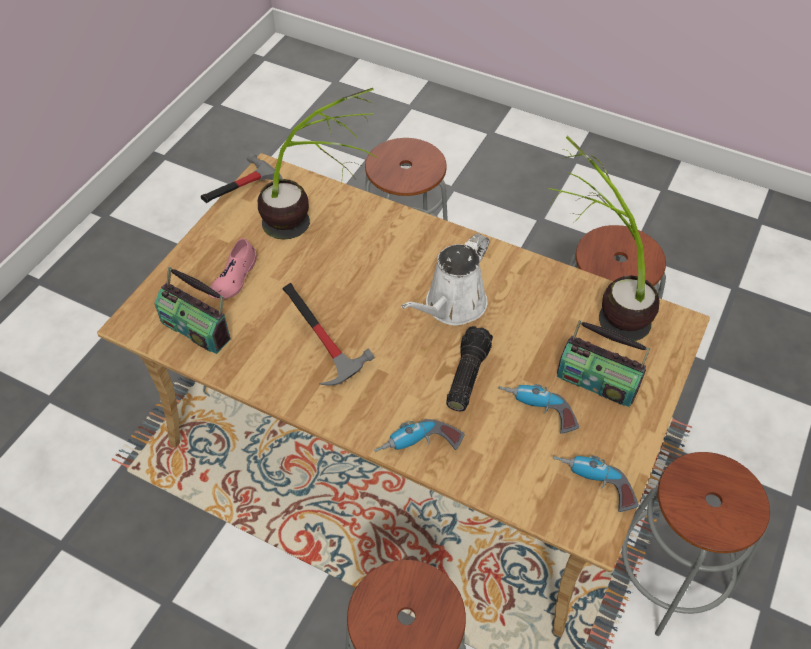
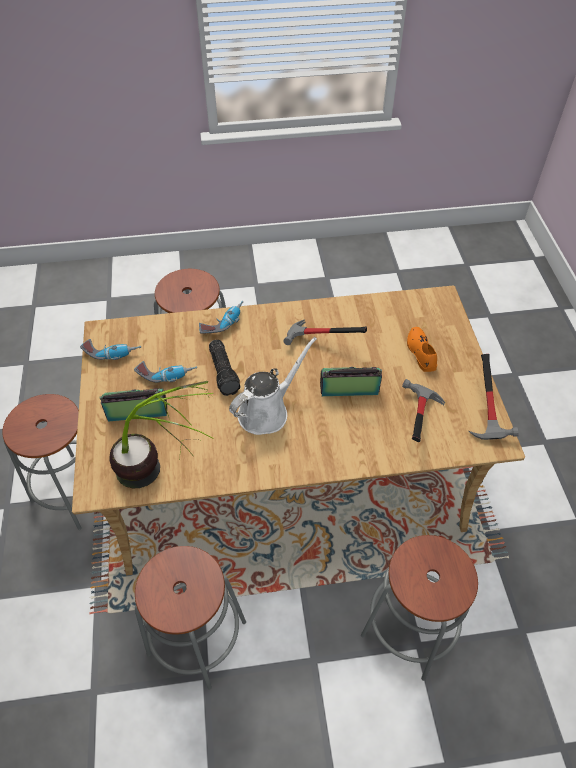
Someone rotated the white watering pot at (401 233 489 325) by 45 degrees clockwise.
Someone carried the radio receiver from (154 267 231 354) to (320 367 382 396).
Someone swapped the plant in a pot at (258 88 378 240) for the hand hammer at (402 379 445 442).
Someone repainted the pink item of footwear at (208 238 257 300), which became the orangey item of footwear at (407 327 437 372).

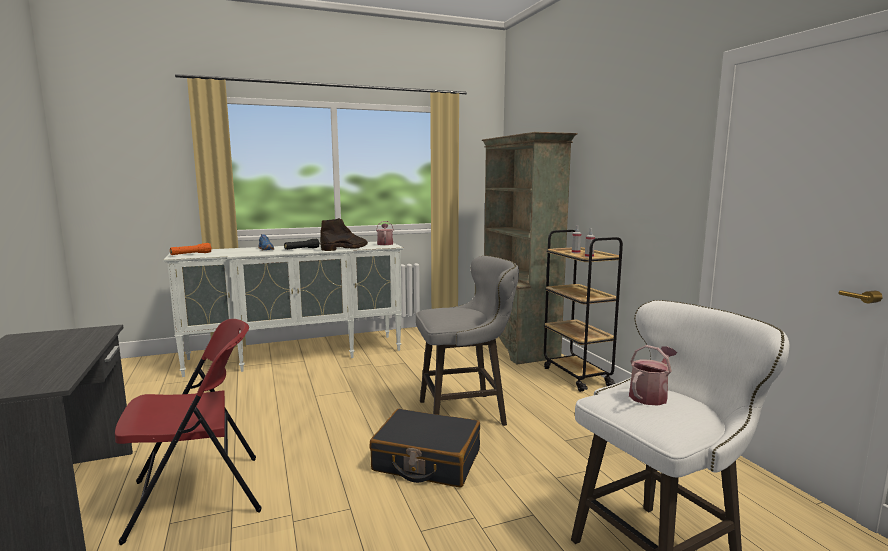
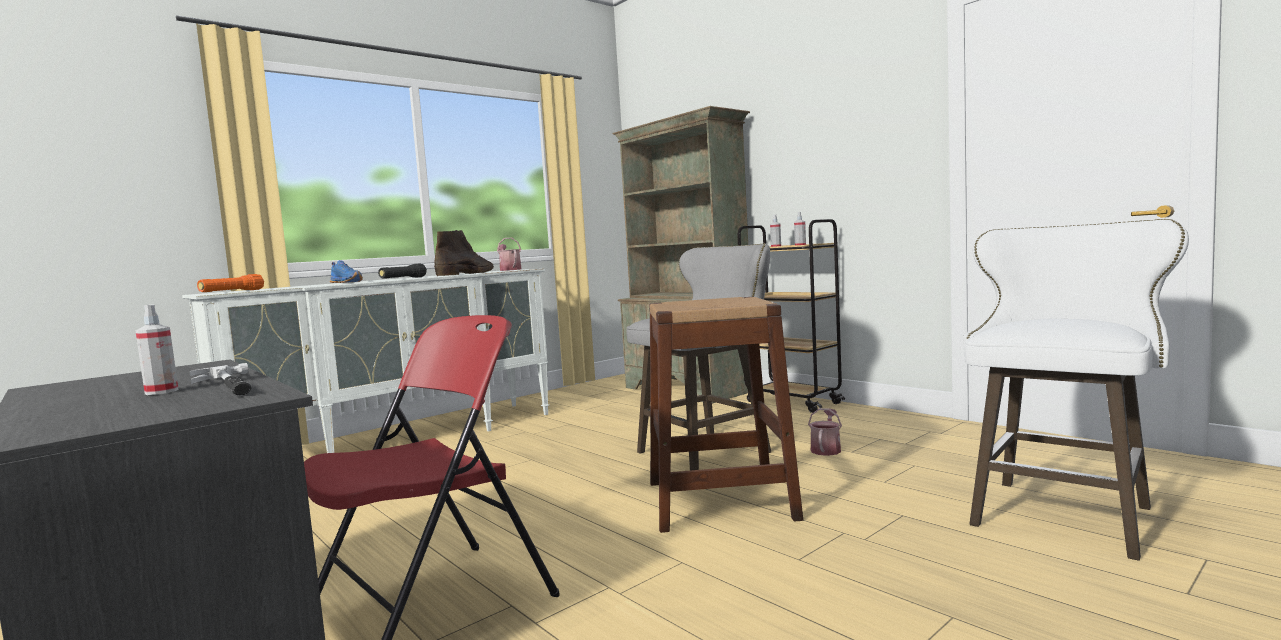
Someone put down the spray bottle at (135 304 179 395).
Someone put down the hand hammer at (190 363 251 395).
Someone swapped the blackish travel case at (369 409 480 487) for the brown-coloured sitting stool at (649 297 804 533).
Someone carried the watering pot from (629 345 677 406) to (808 408 842 456).

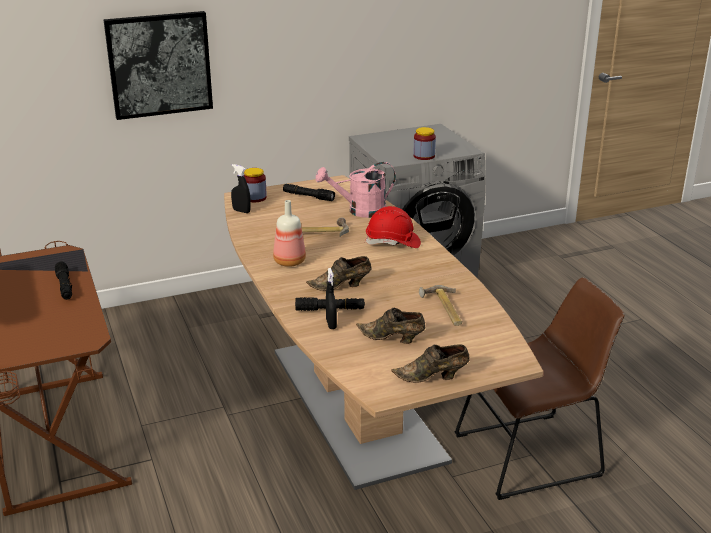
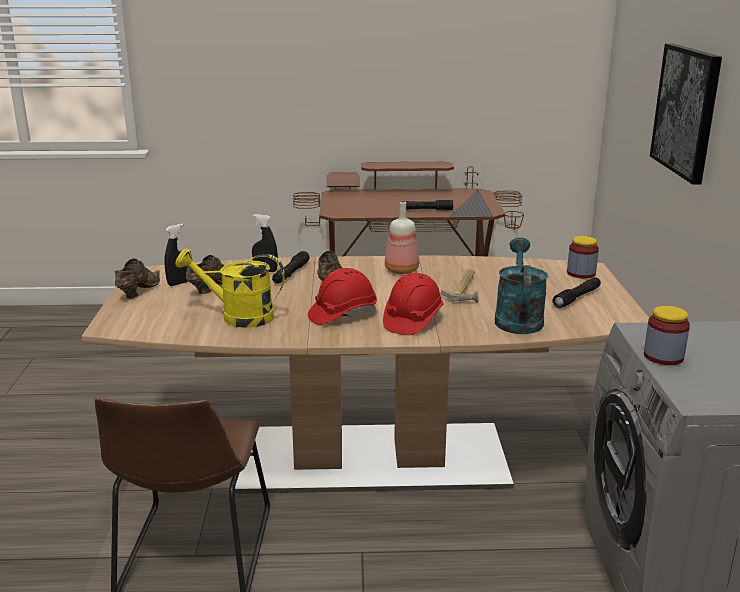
Someone carried the blackish spray bottle from (231 164 251 213) to (164 224 188 286).
Someone swapped the hand hammer at (419 285 462 326) for the yellow-coloured watering pot at (175 248 285 328).
Someone put down the reddish hard hat at (308 268 377 325).
Someone repainted the pink watering pot at (316 162 396 218), which became the turquoise watering pot at (495 237 548 334).

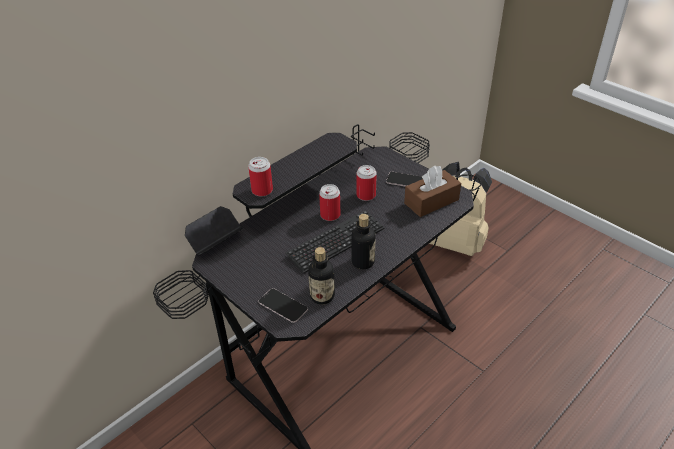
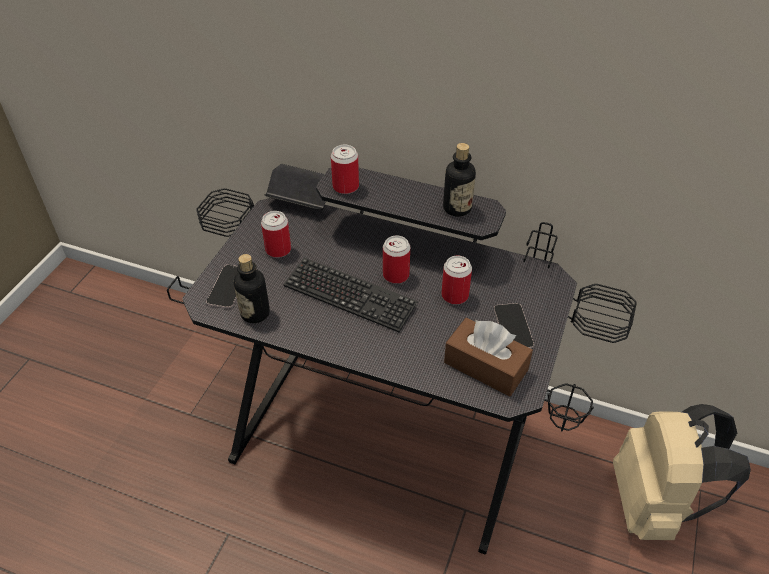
Someone put down the can at (261 211 291 258).
Someone carried the beverage bottle from (351 214 376 269) to (443 143 476 216).

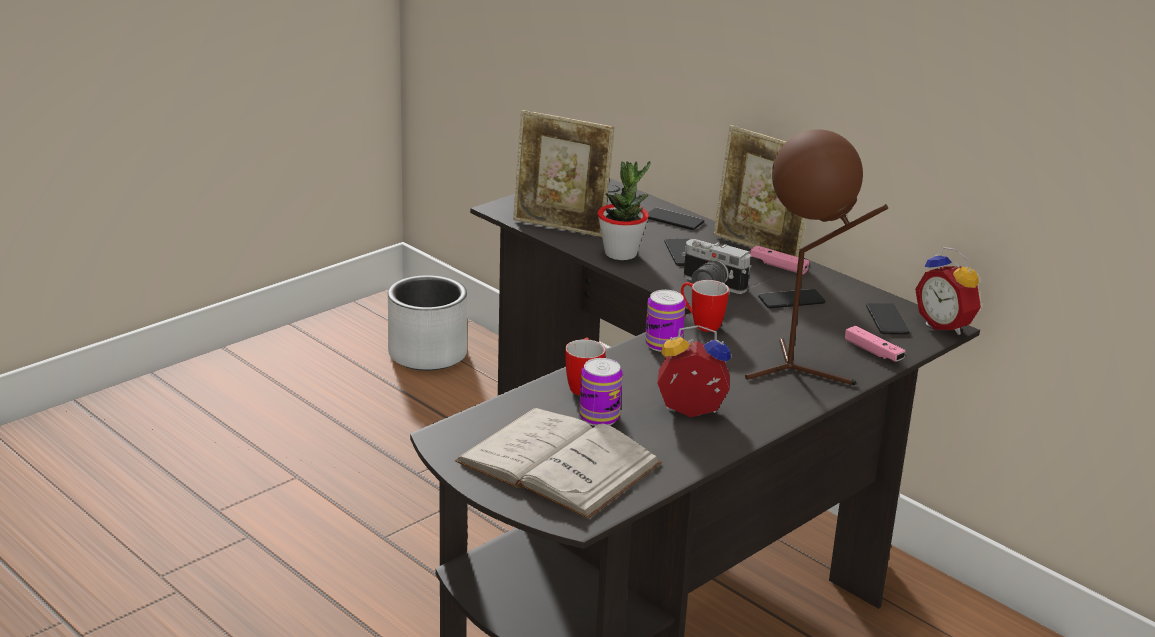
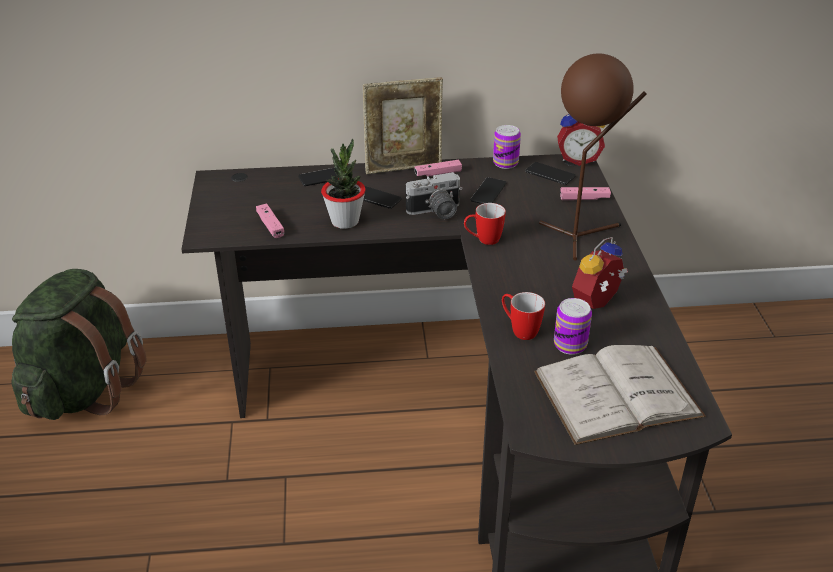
Someone swapped the grey planter at (388 275 467 371) for the green-coloured backpack at (12 269 147 420).
Someone swapped the standing frame at (513 110 614 237) for the pink joypad at (256 204 284 238).
Someone carried the can from (645 290 686 352) to (493 125 521 169).

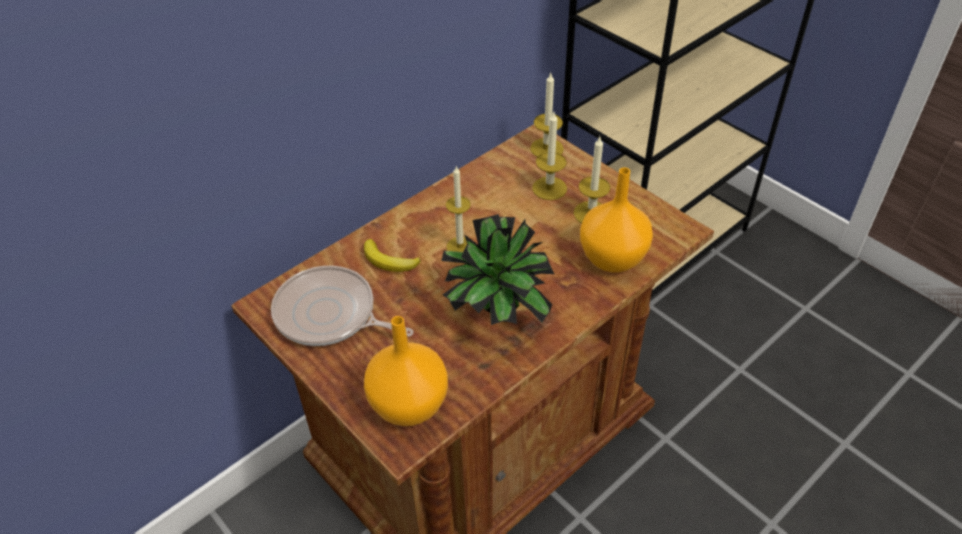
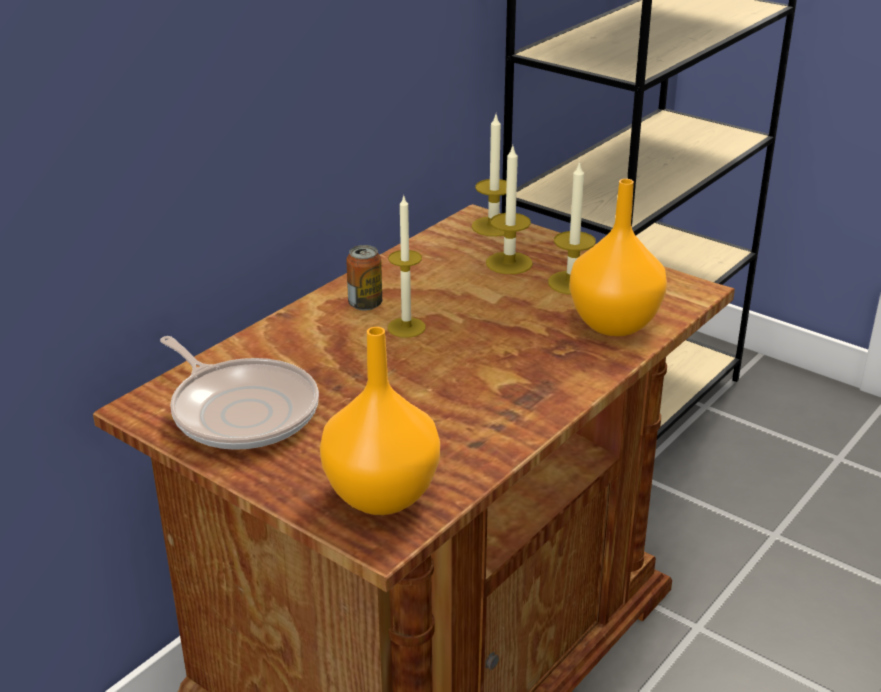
Someone rotated the frying pan at (271 266 414 346) by 150 degrees counterclockwise.
Someone put down the can at (346 245 382 311).
Someone took away the banana fruit at (364 239 421 272).
Someone took away the plant in a pot at (441 214 554 325).

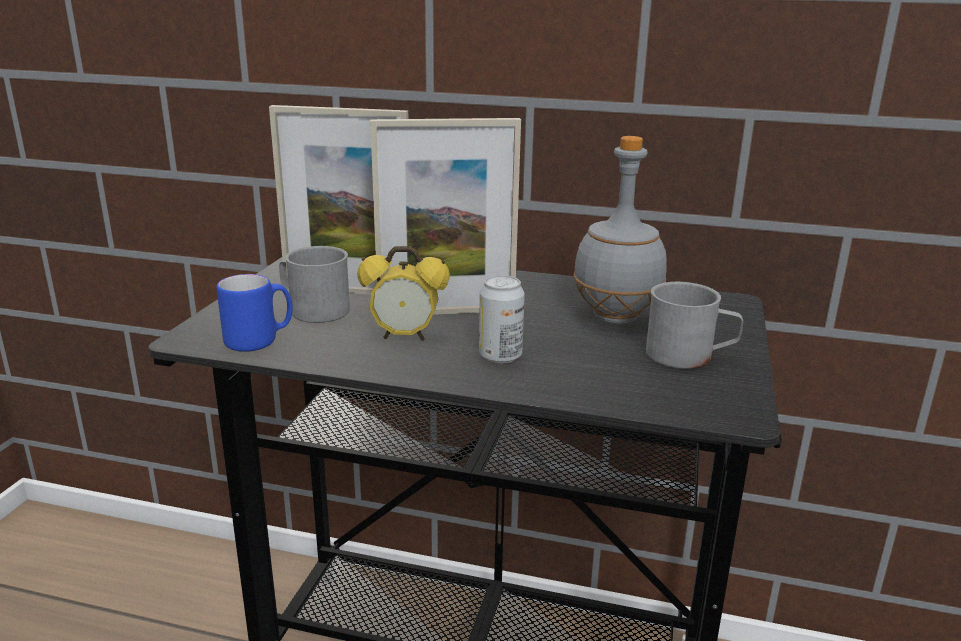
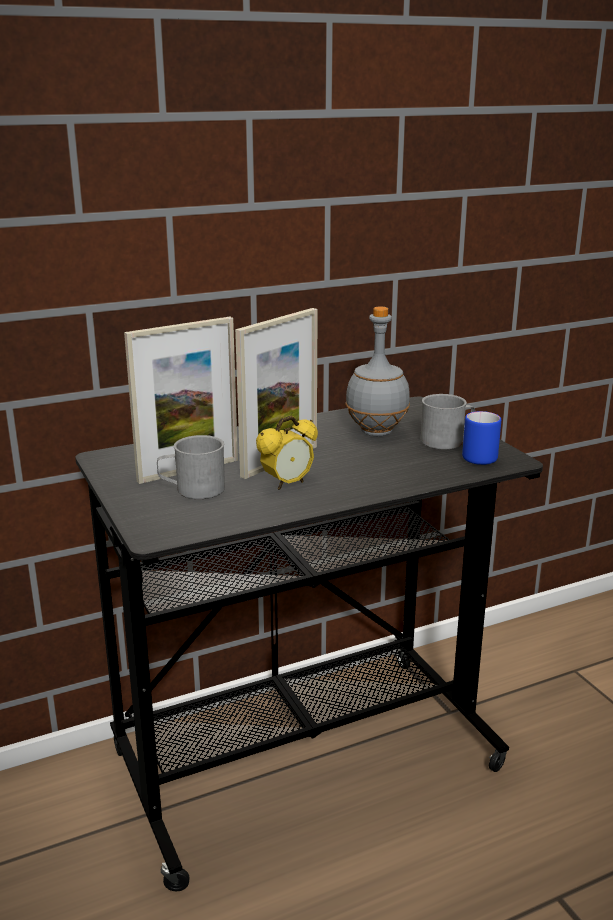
Someone carried the bluish mug from (217 274 293 352) to (462 411 501 465).
Someone took away the can at (479 275 525 364).

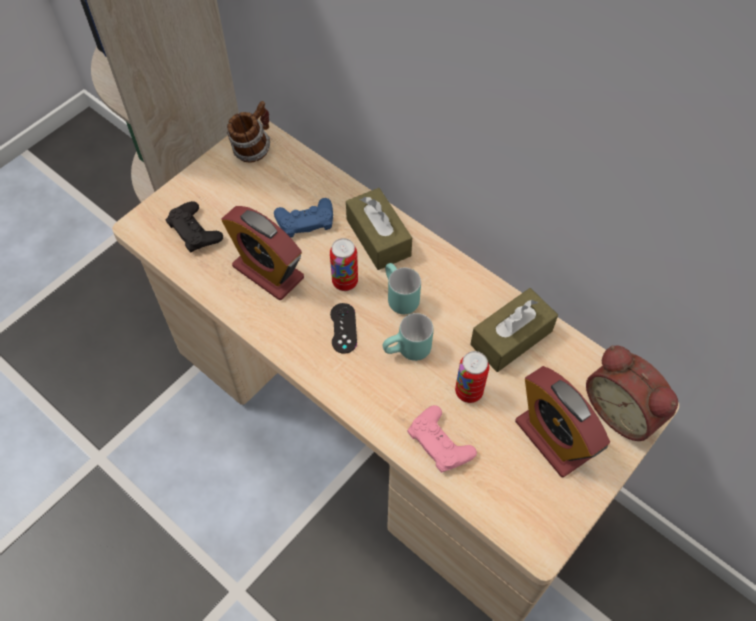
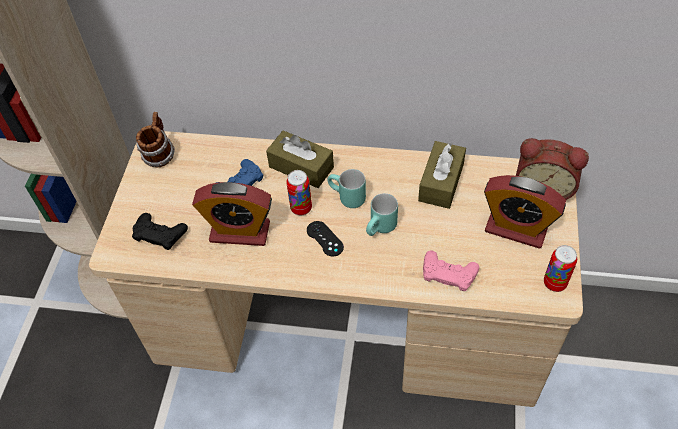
Someone carried the can from (455 351 489 403) to (544 245 577 292).

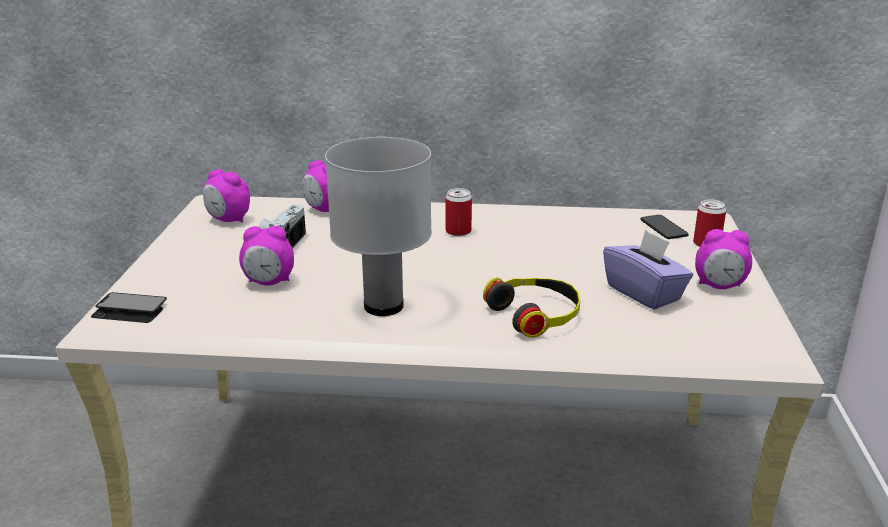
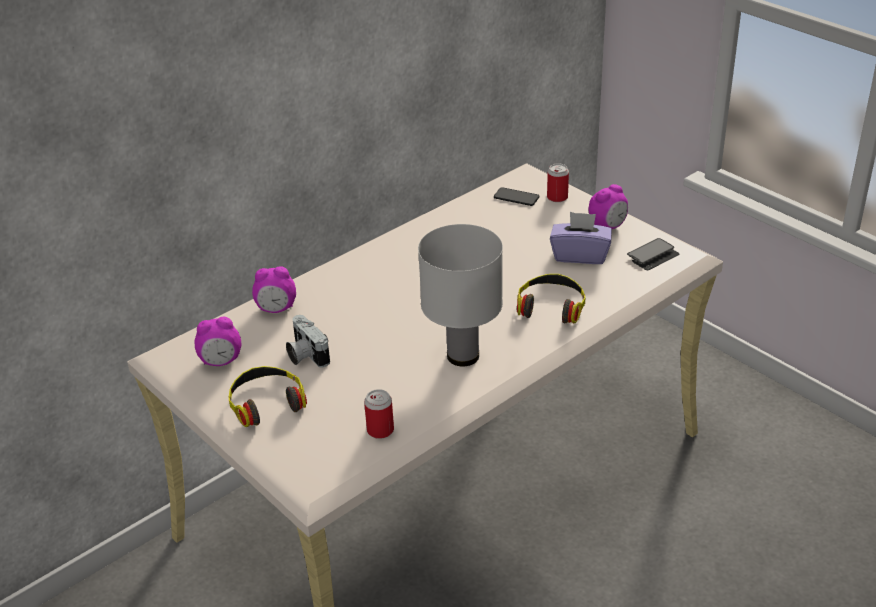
Someone put down the headphones at (228 366 307 427).
Someone carried the can from (446 188 472 236) to (364 389 394 439).
Someone carried the telephone from (91 292 167 323) to (627 238 679 270).
Someone took away the alarm clock at (239 226 294 286).

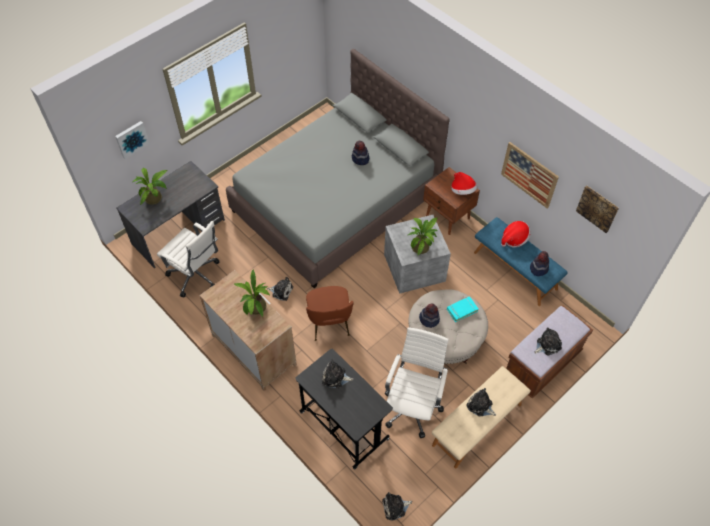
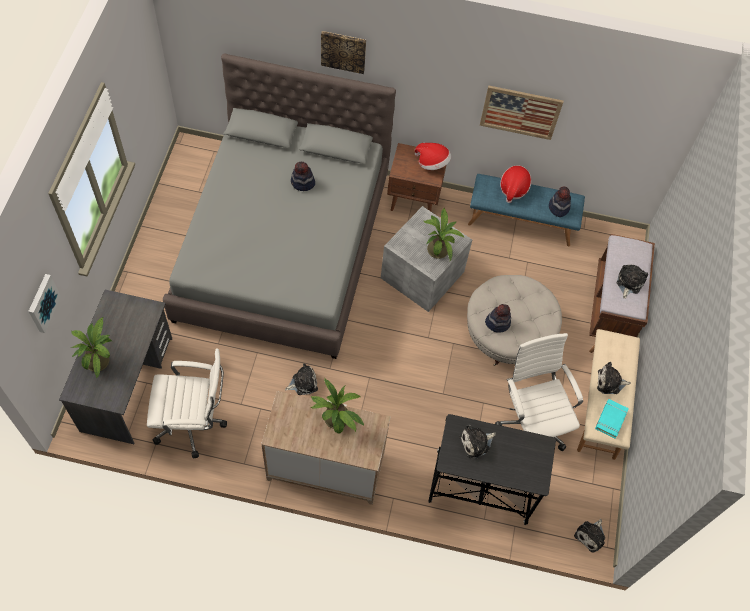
Someone carried the wall art from (576 186 619 233) to (321 31 366 74).
Someone carried the turquoise volume from (447 296 478 322) to (595 399 629 439).
Someone took away the brown-coloured chair at (306 286 353 341).

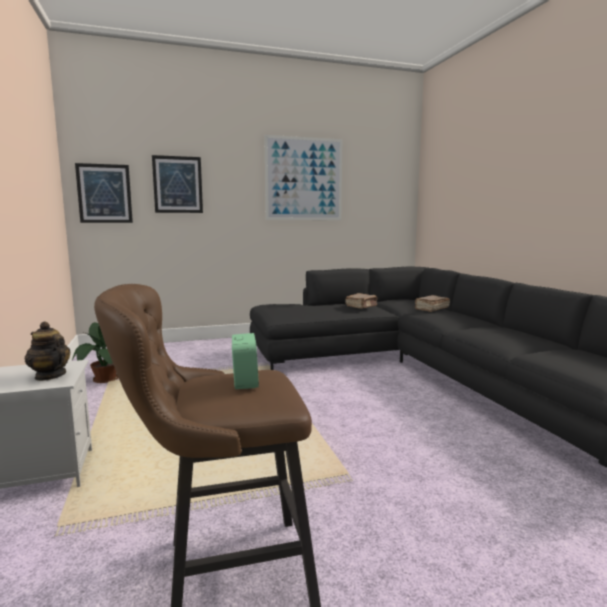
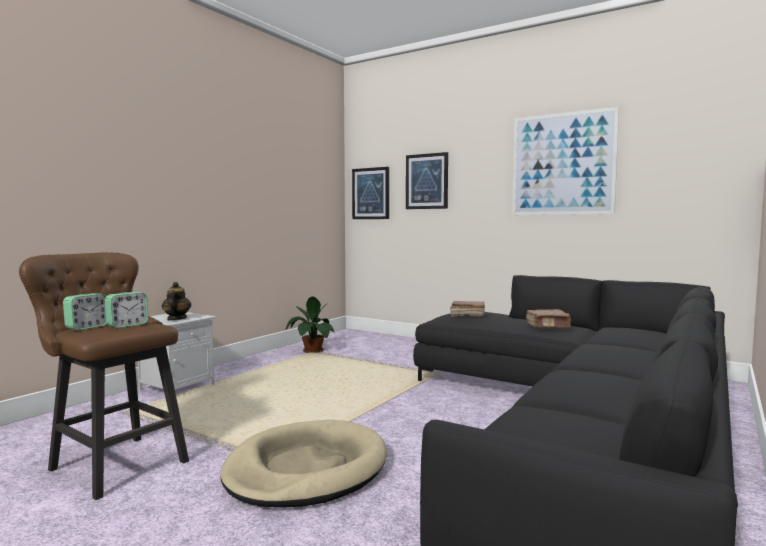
Someone put down the alarm clock at (63 293 107 330).
Someone put down the beige dog bed at (220 420 387 508).
Someone carried the brown-coloured volume from (415 295 450 312) to (450 301 485 317).

